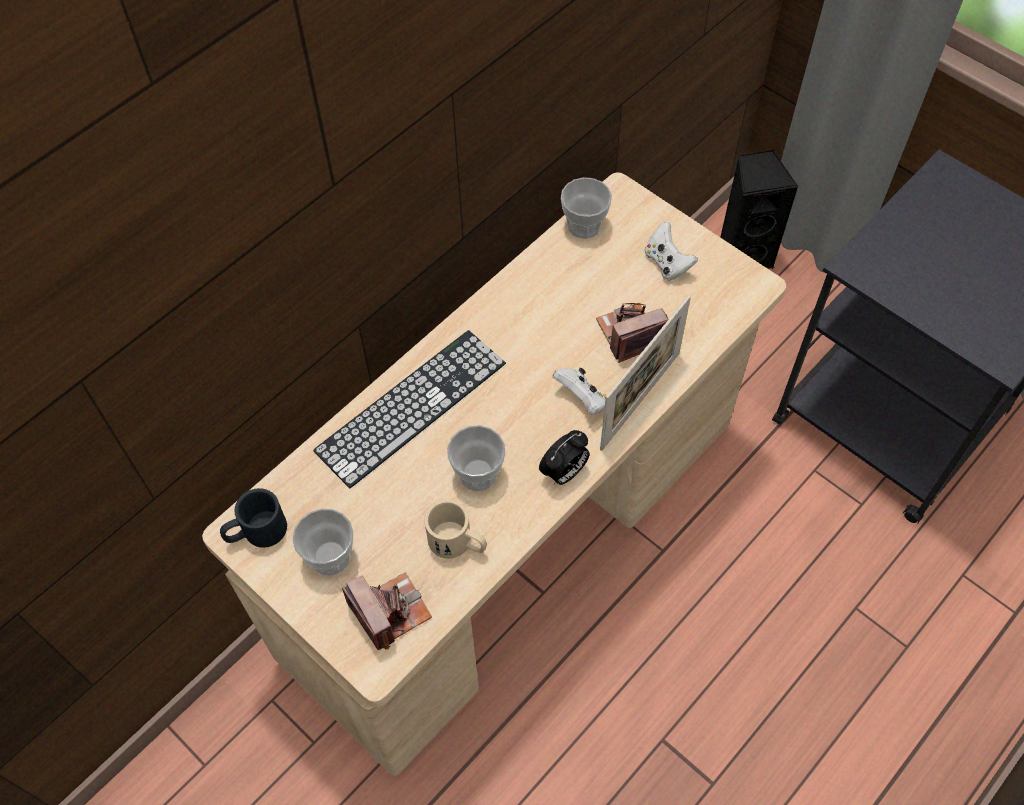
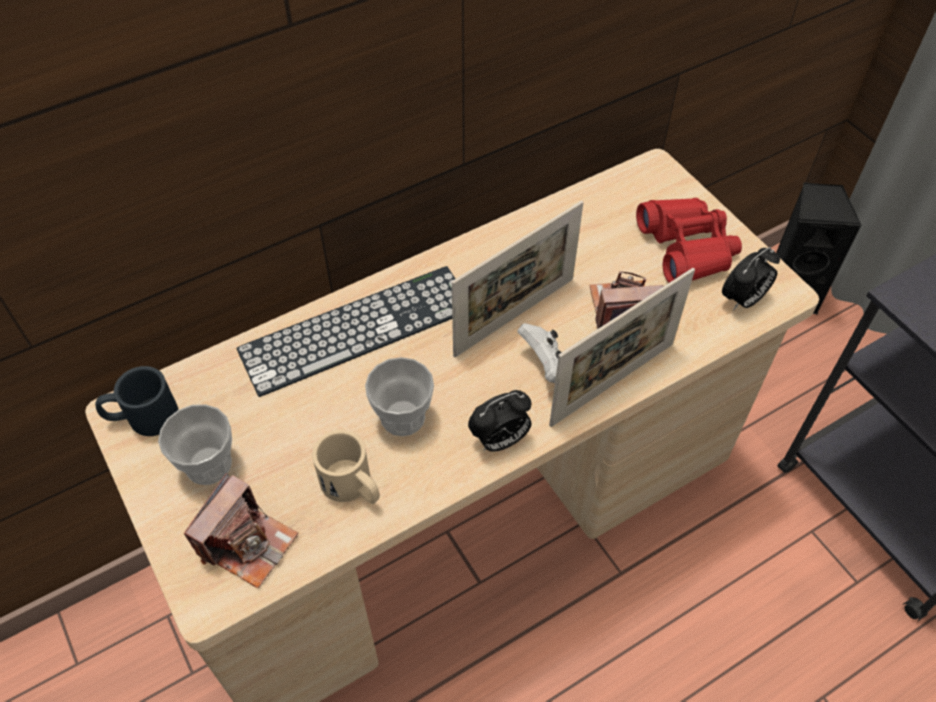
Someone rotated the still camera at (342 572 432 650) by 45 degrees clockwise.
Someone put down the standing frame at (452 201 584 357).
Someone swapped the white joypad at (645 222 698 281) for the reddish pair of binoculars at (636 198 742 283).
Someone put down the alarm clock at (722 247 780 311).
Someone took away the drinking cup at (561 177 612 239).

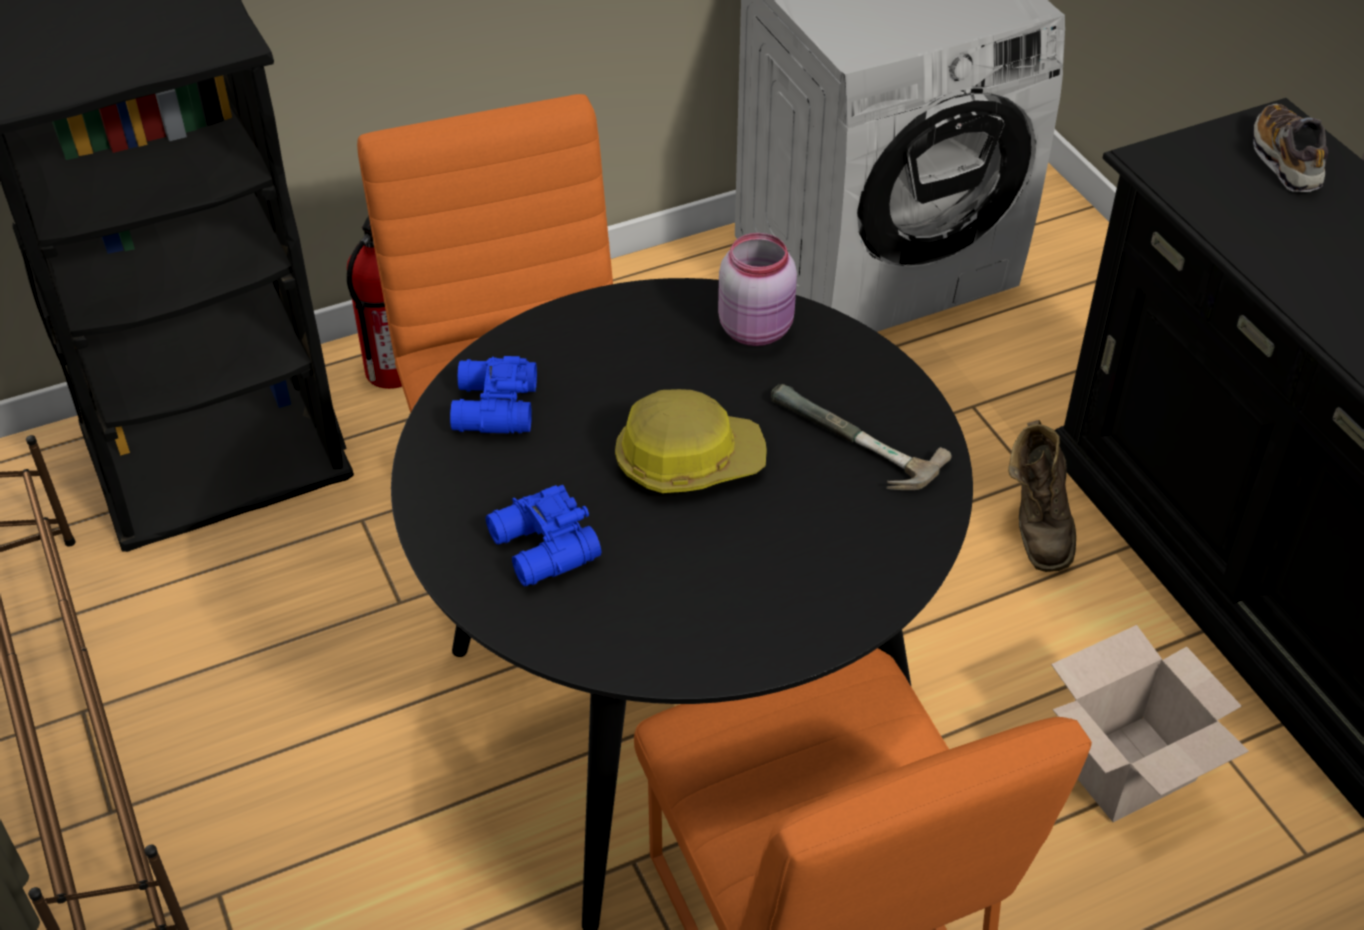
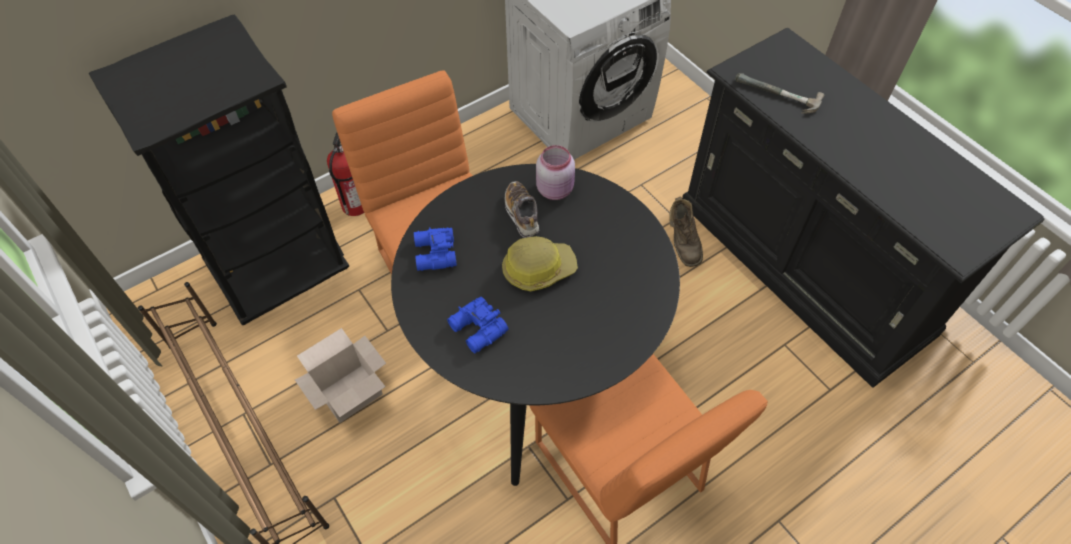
Someone carried the packing box from (1051 625 1249 822) to (295 328 386 423).
Someone carried the item of footwear from (1253 104 1328 192) to (505 181 539 238).
Someone carried the hand hammer from (771 384 951 490) to (735 73 824 114).

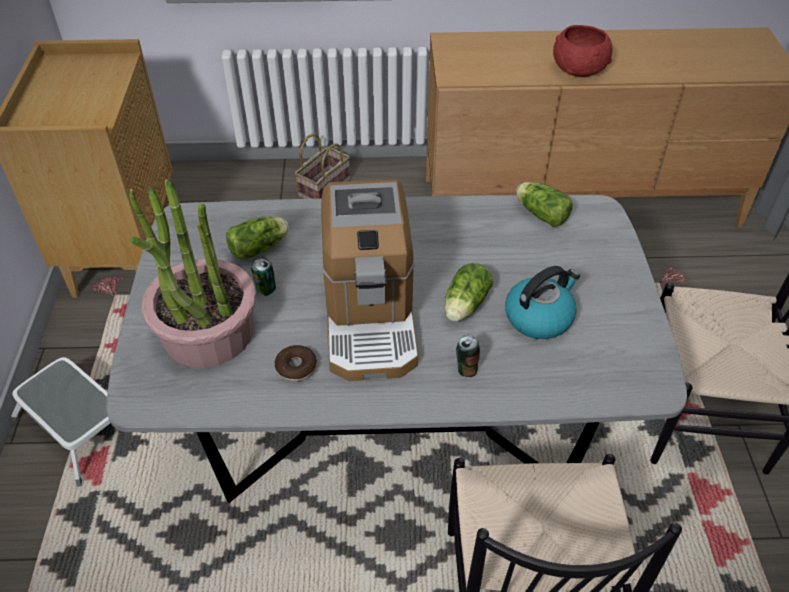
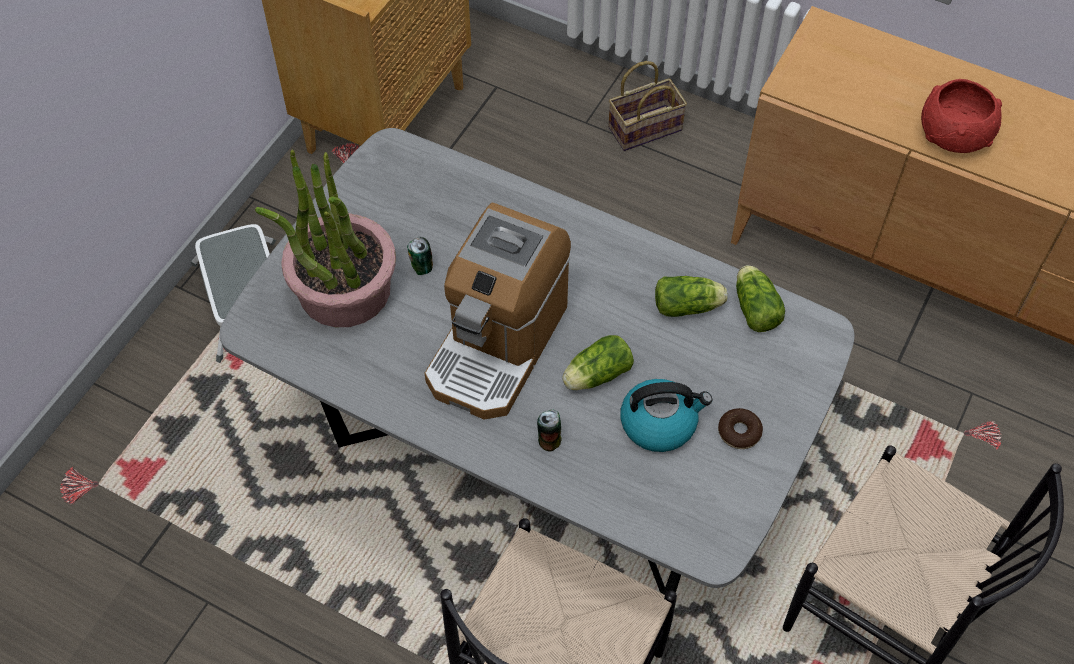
Someone carried the head of lettuce from (226 216 289 260) to (655 276 728 317).
Someone carried the doughnut from (274 345 317 381) to (718 408 763 449).

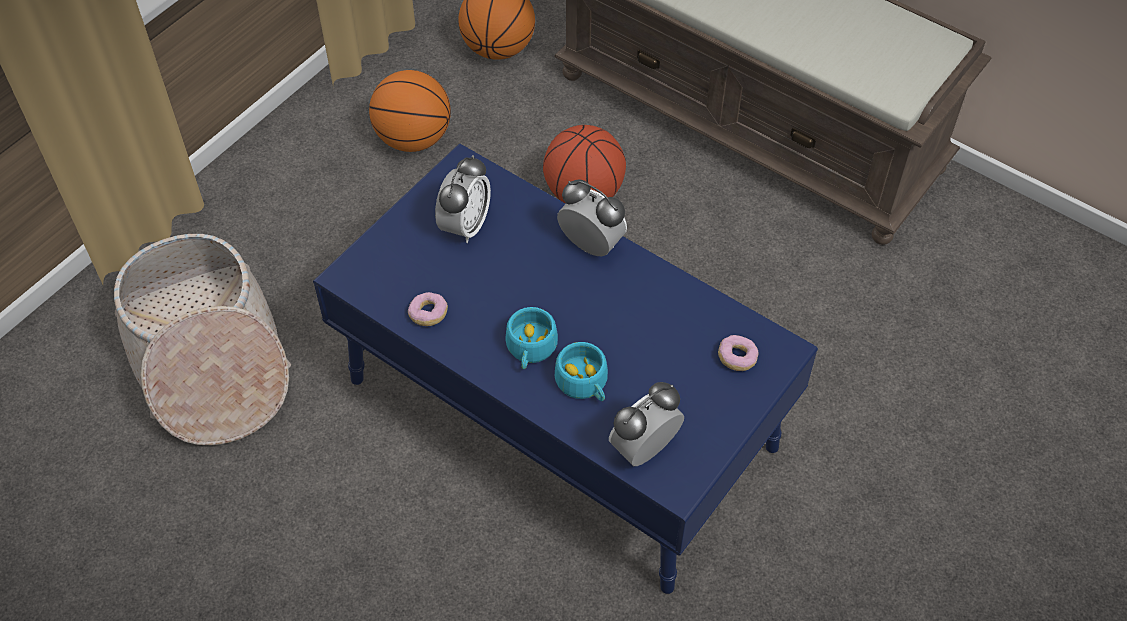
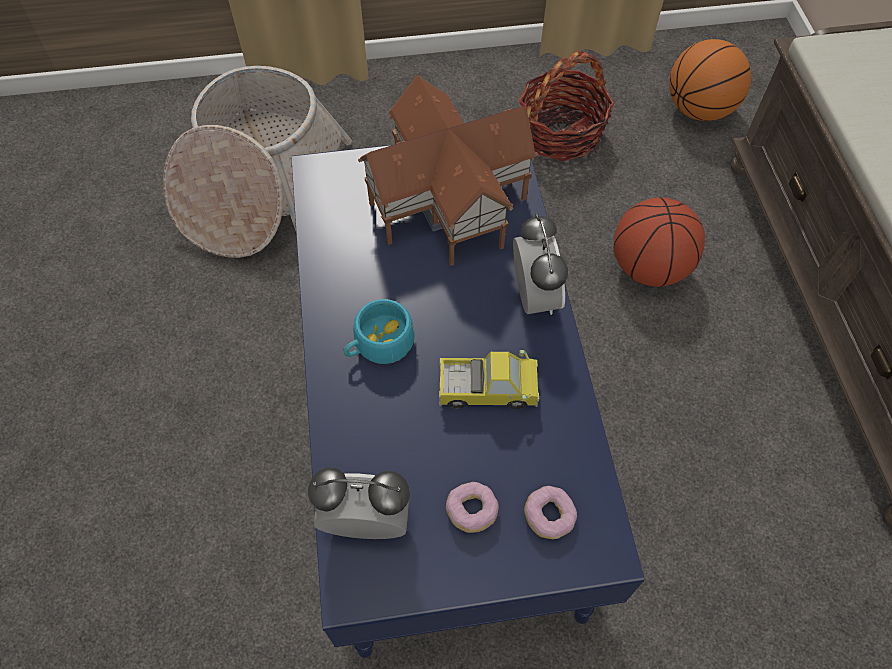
Someone swapped the alarm clock at (435 155 491 243) for the miniature house at (358 75 538 266).
Someone put down the toy truck at (439 350 539 409).
Someone carried the doughnut from (408 292 448 326) to (446 482 499 533).
Someone swapped the basketball at (369 70 451 152) for the household basket at (519 51 614 161).
Someone took away the turquoise drinking cup at (555 342 608 401).

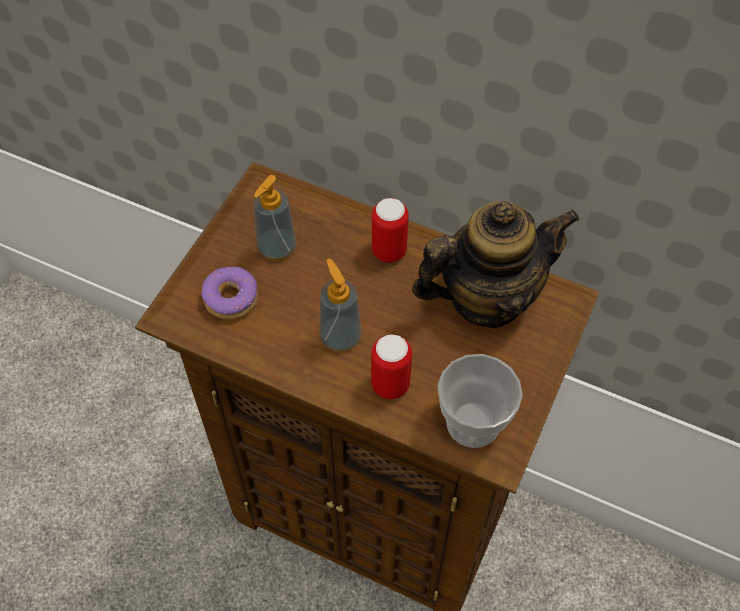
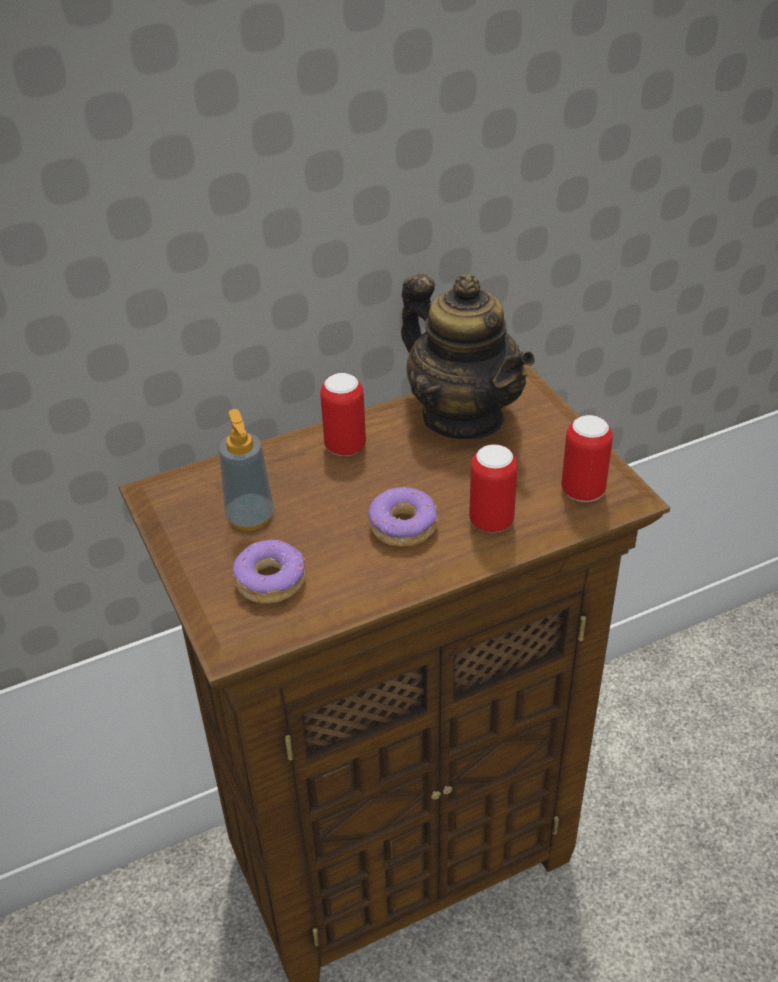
Someone swapped the soap bottle at (320 259 362 352) for the doughnut at (368 487 438 547).
Someone rotated the teapot at (412 201 580 328) by 120 degrees clockwise.
Someone swapped the drinking cup at (437 354 523 448) for the can at (561 415 613 502).

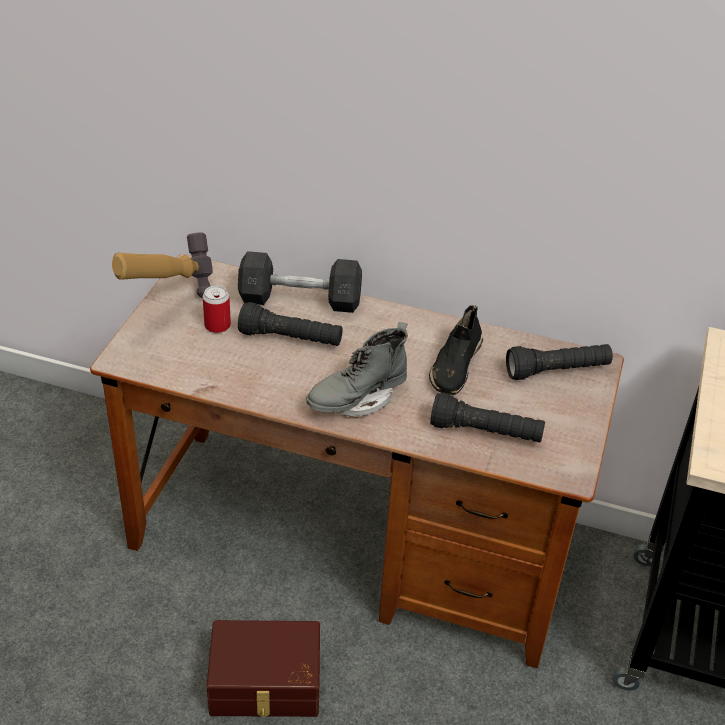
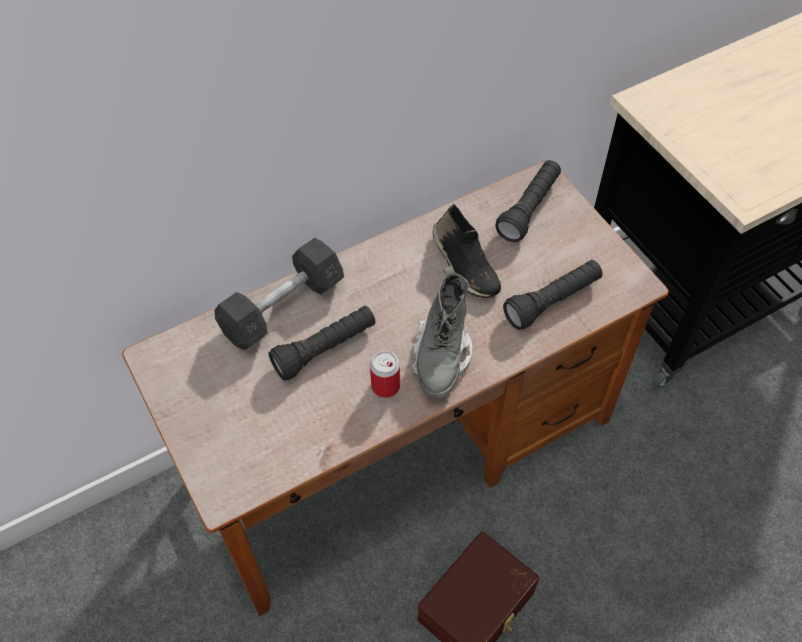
Someone carried the can from (203 285 231 333) to (370 351 400 398).
Someone took away the hand hammer at (112 232 213 298).

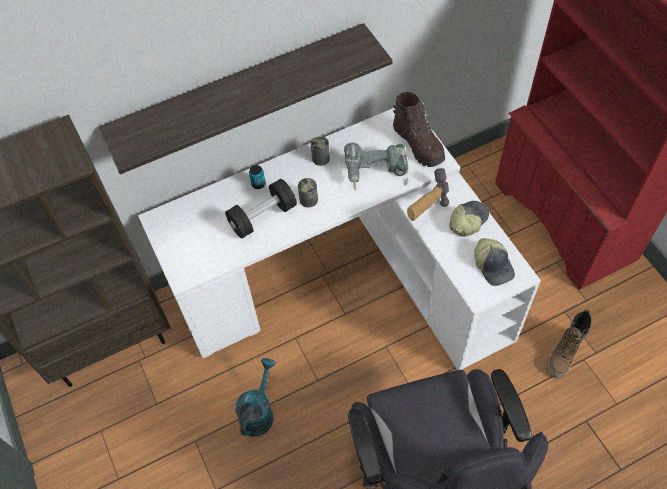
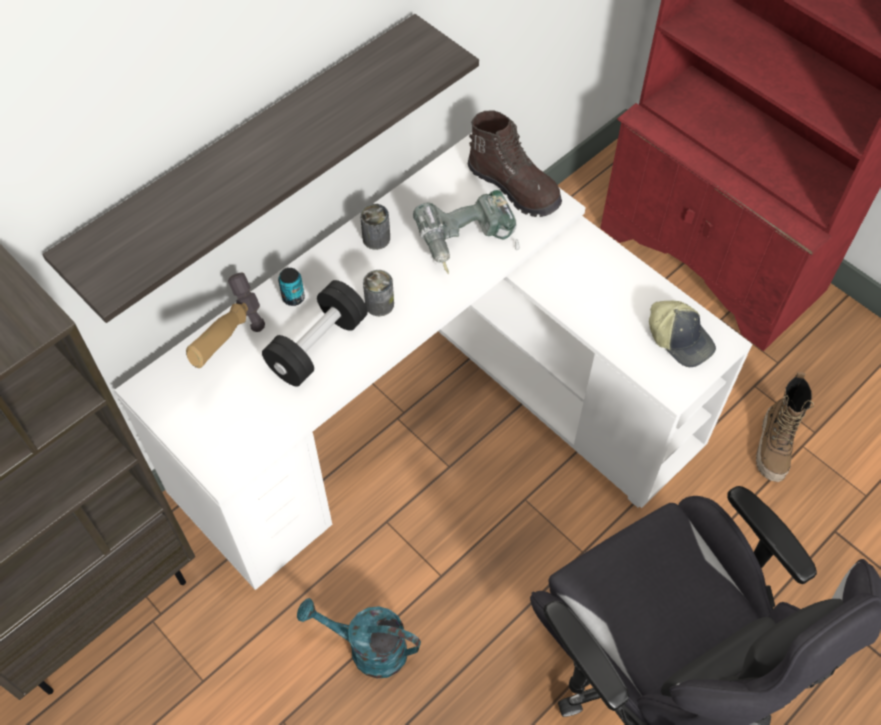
Someone carried the hand hammer from (407 168 449 221) to (186 272 265 368).
Someone rotated the turquoise watering pot at (235 358 276 437) by 75 degrees counterclockwise.
Someone took away the cap at (450 201 489 237).

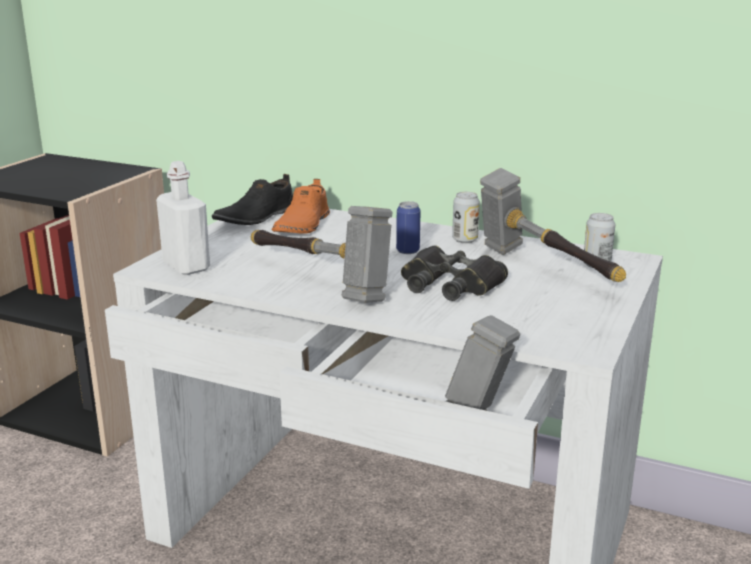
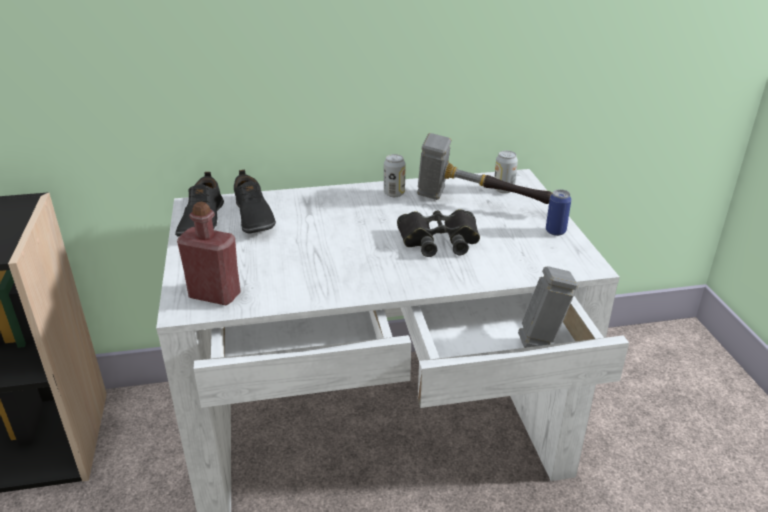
Someone repainted the white beverage bottle at (156 161 210 275), which became the reddish beverage bottle at (177 202 240 305).
Someone repainted the orangey item of footwear at (271 179 330 234), which became the blackish item of footwear at (234 170 276 234).
Someone carried the can from (396 201 421 254) to (546 189 571 236).
Someone took away the hand hammer at (250 206 392 303).

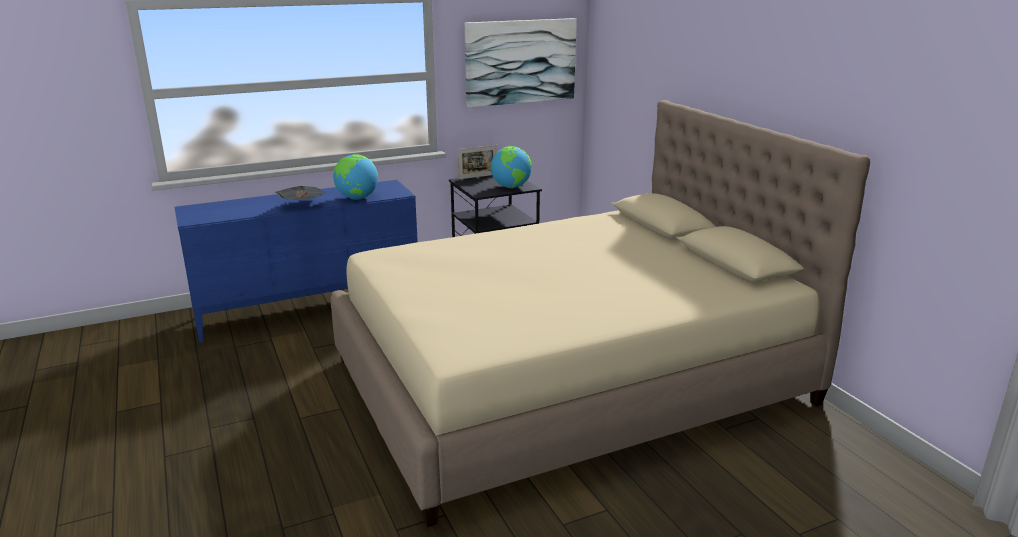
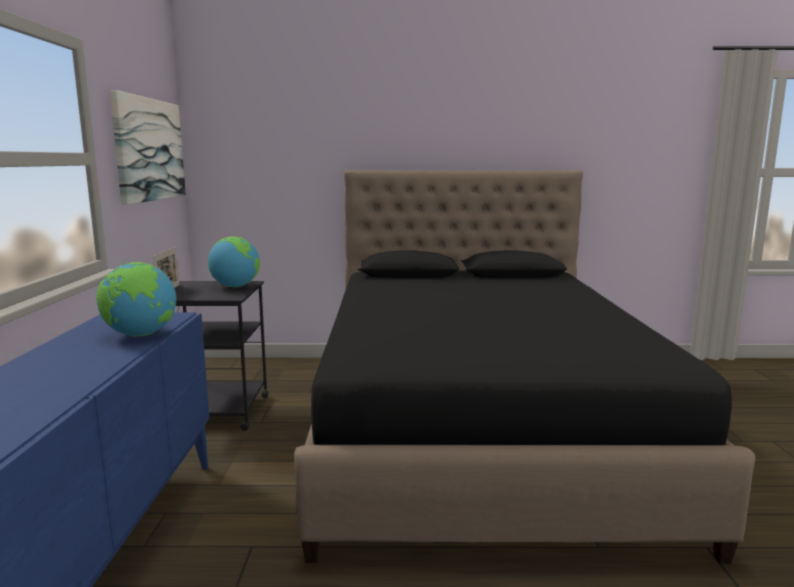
Someone repainted the beige bed at (331 100 870 527), which became the blackish bed at (294 170 756 564).
Someone took away the printed paper at (275 186 325 200).

